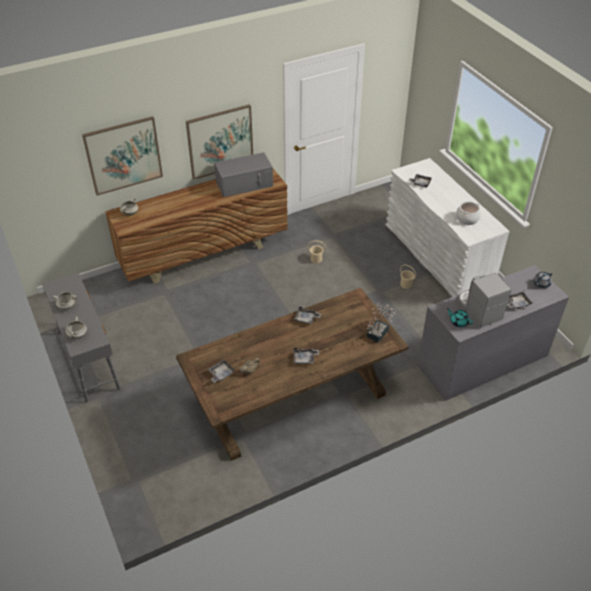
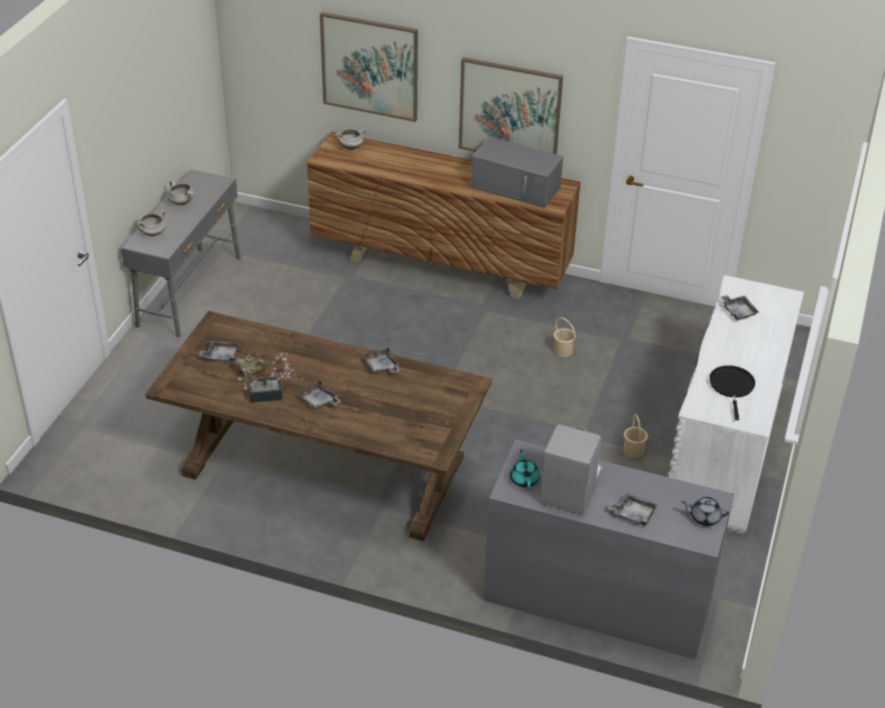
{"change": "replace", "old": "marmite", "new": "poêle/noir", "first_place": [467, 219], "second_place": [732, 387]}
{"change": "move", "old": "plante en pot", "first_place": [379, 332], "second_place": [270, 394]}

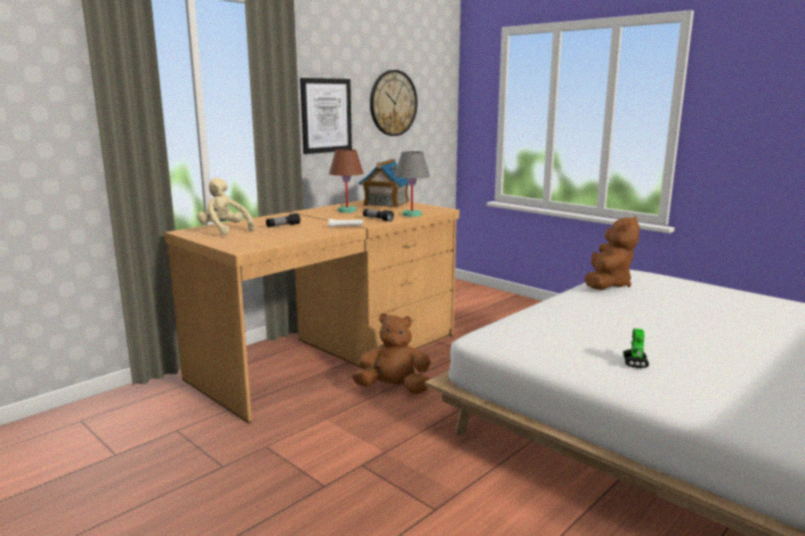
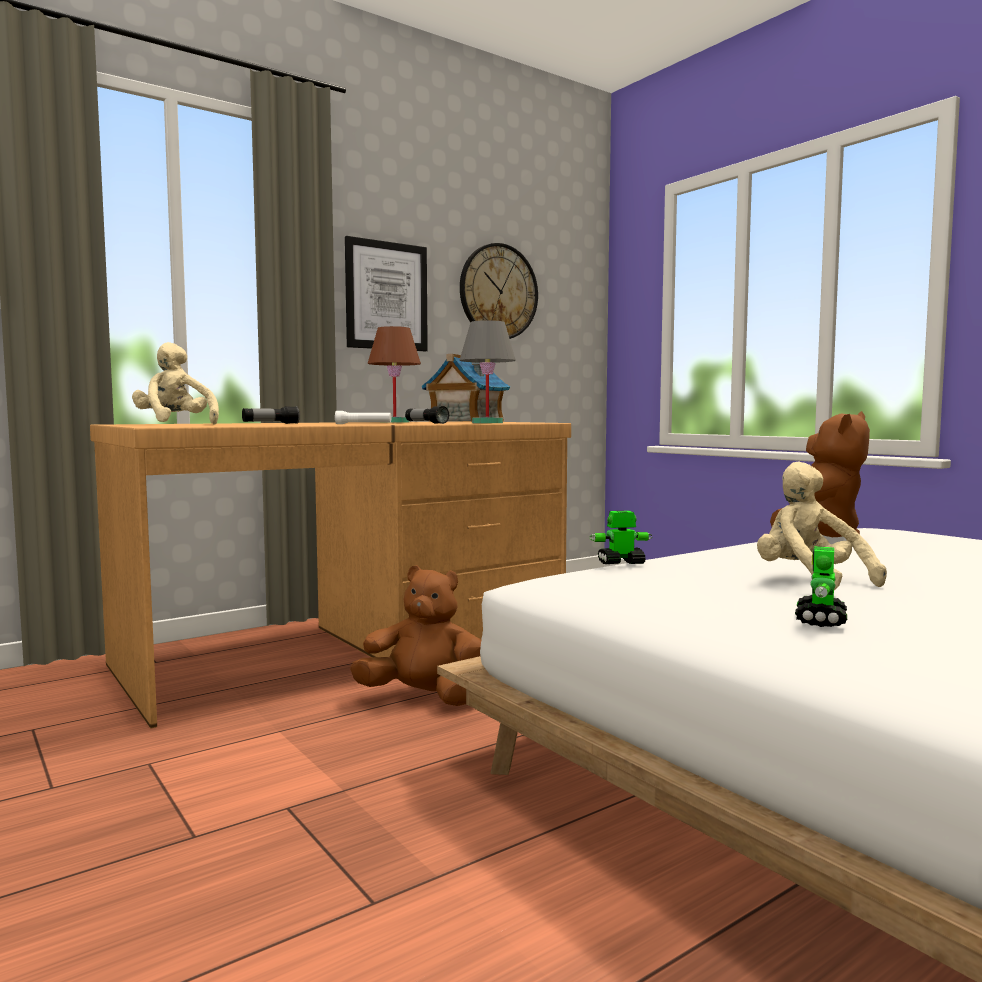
{"change": "insert", "new": "peluche/beige", "second_place": [809, 580]}
{"change": "insert", "new": "robot jouet", "second_place": [620, 563]}

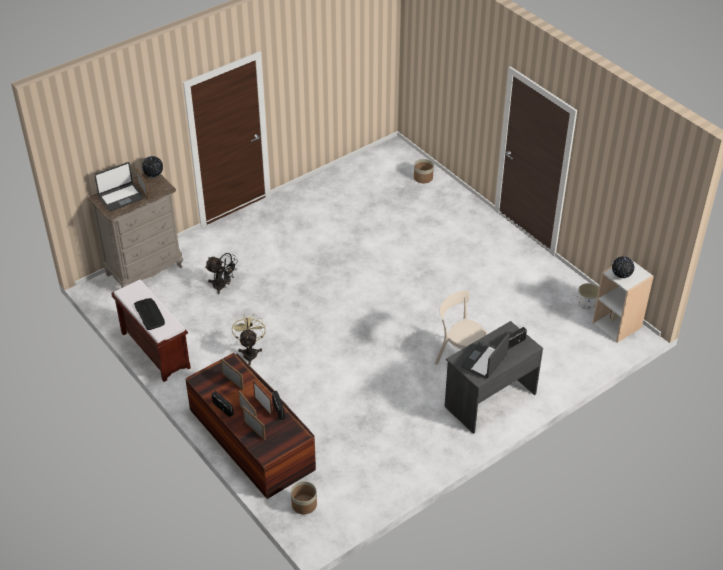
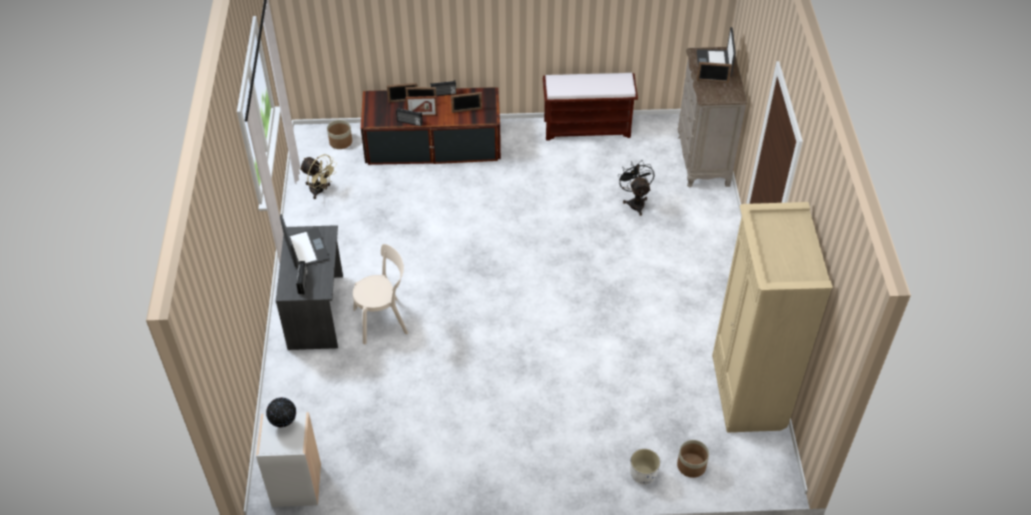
{"change": "delete", "old": "globe", "first_place": [154, 177]}
{"change": "rotate", "old": "ventilateur/noir", "first_place": [222, 286], "second_place": [635, 202], "degrees": 105}
{"change": "move", "old": "cache-pot/blanc", "first_place": [586, 304], "second_place": [643, 474]}
{"change": "delete", "old": "clavier", "first_place": [149, 314]}
{"change": "move", "old": "ventilateur/beige", "first_place": [250, 352], "second_place": [320, 191]}
{"change": "insert", "new": "armoire/beige", "second_place": [747, 392]}

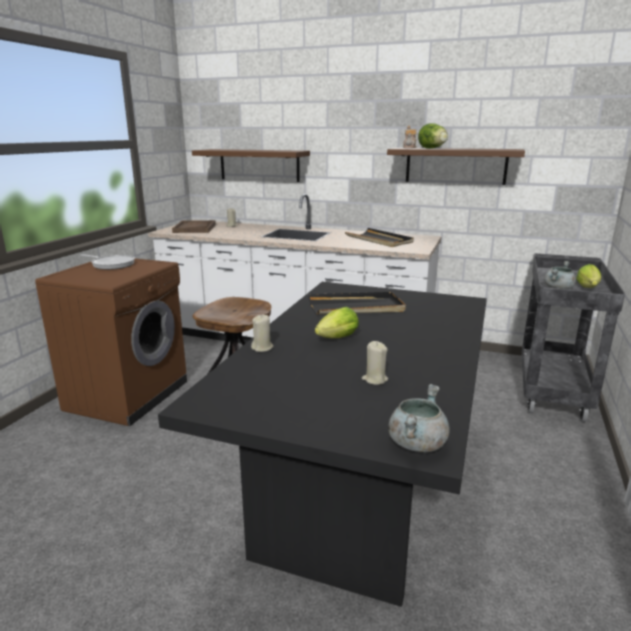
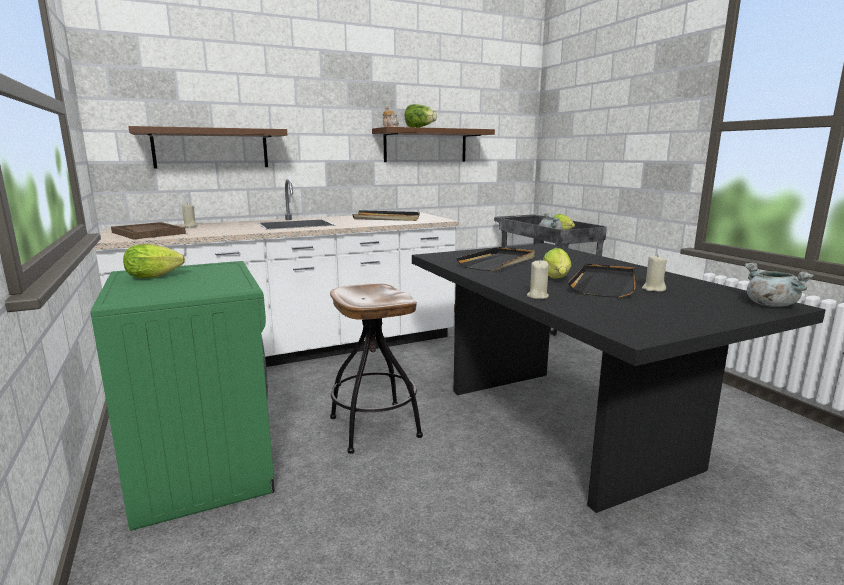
{"change": "replace", "old": "poêle", "new": "laitue", "first_place": [111, 264], "second_place": [157, 276]}
{"change": "recolor", "old": "lave-linge/marron", "new": "lave-linge/vert", "first_place": [130, 396], "second_place": [207, 467]}
{"change": "insert", "new": "plateau/noir", "second_place": [604, 283]}

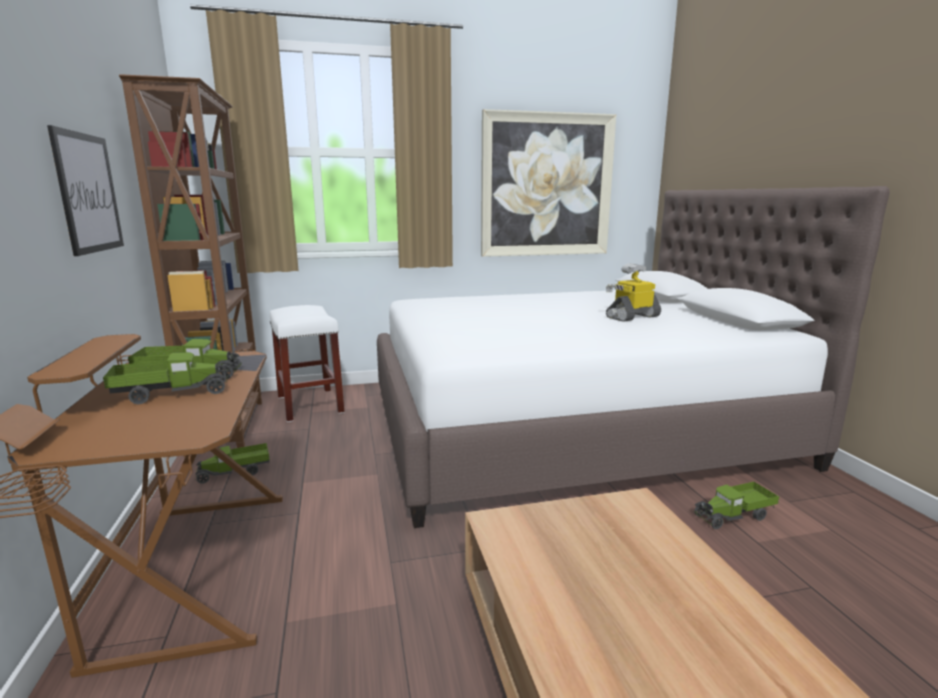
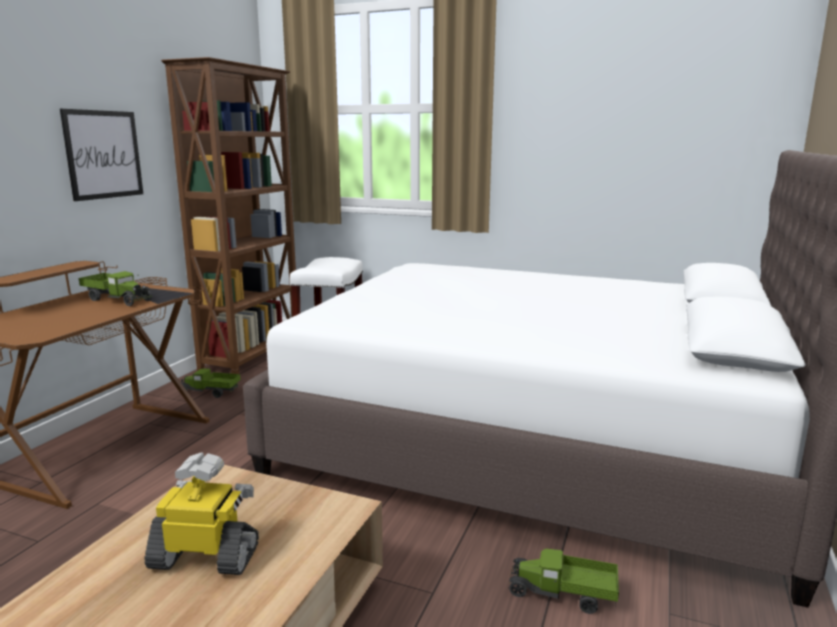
{"change": "delete", "old": "tableau", "first_place": [546, 186]}
{"change": "move", "old": "robot jouet", "first_place": [632, 317], "second_place": [206, 556]}
{"change": "delete", "old": "camion jouet", "first_place": [171, 393]}

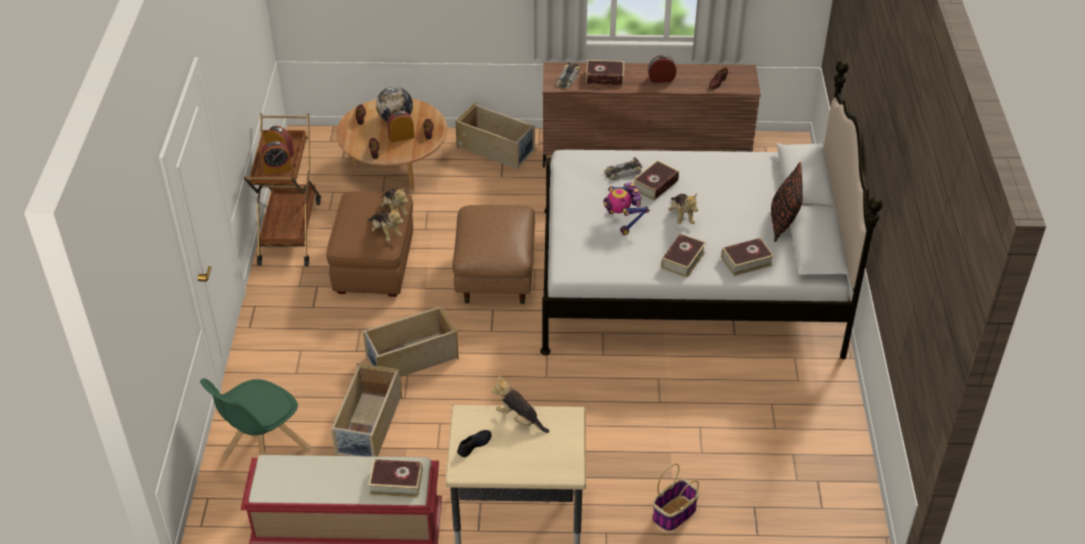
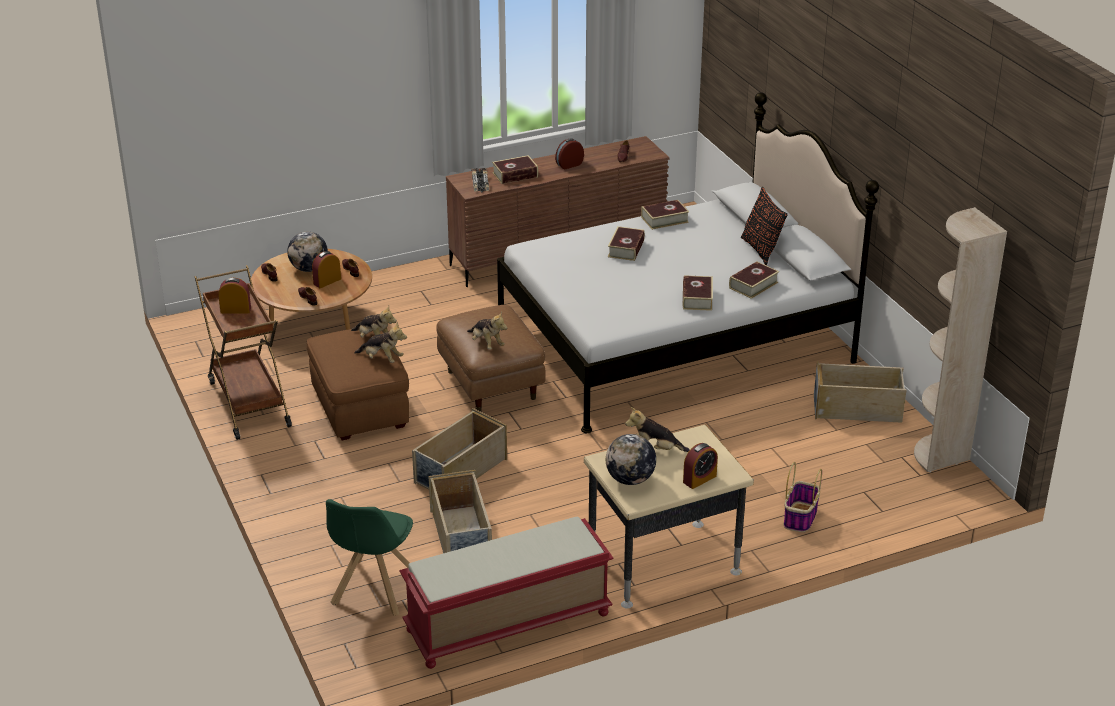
{"change": "move", "old": "boîte de rangement/beige", "first_place": [496, 149], "second_place": [858, 409]}
{"change": "move", "old": "réveil", "first_place": [277, 169], "second_place": [699, 479]}
{"change": "delete", "old": "petite voiture", "first_place": [622, 173]}
{"change": "delete", "old": "robot jouet", "first_place": [623, 221]}
{"change": "move", "old": "peluche", "first_place": [681, 216], "second_place": [486, 343]}
{"change": "replace", "old": "chaussure/noir", "new": "globe", "first_place": [474, 445], "second_place": [630, 479]}
{"change": "move", "old": "livre", "first_place": [396, 482], "second_place": [664, 219]}
{"change": "insert", "new": "bibliothèque/beige", "second_place": [936, 458]}

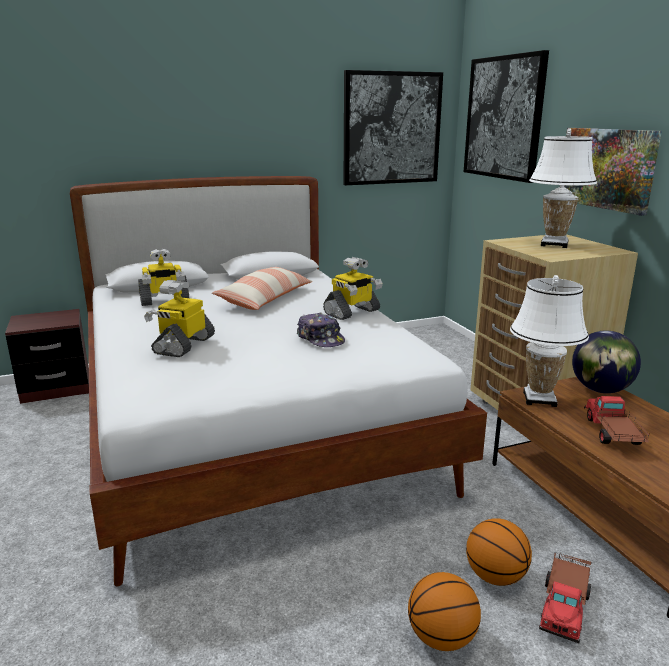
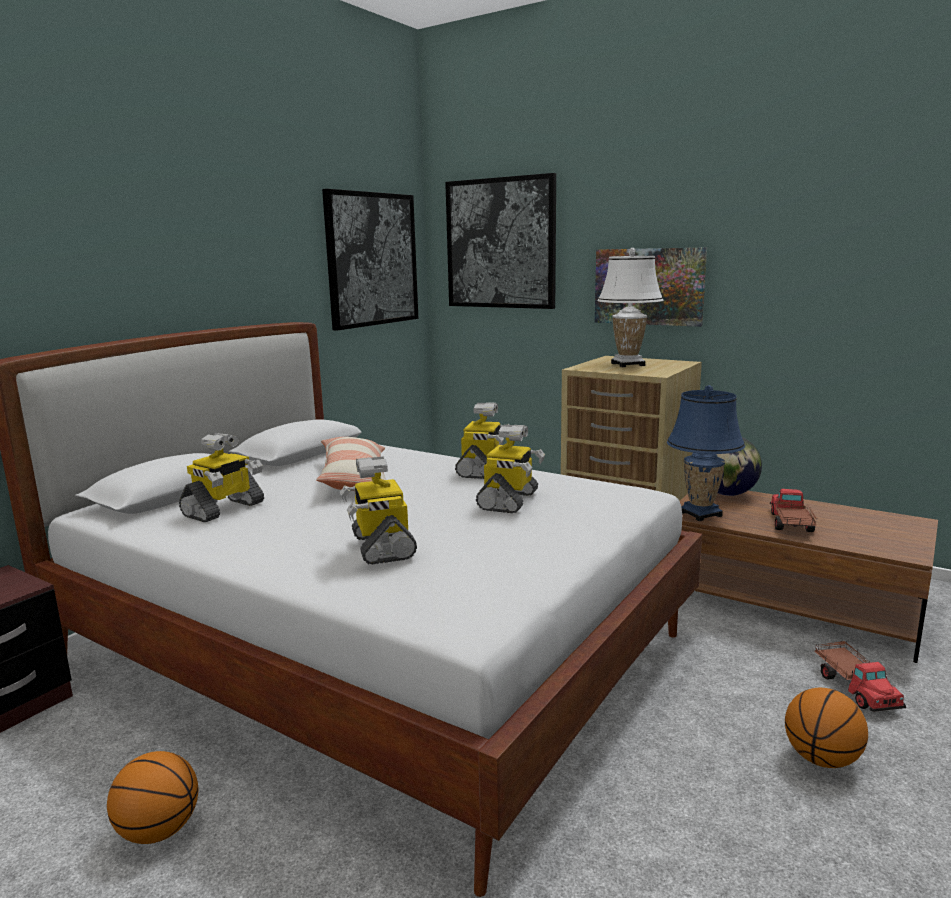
{"change": "recolor", "old": "lampe de table/blanc", "new": "lampe de table/bleu", "first_place": [539, 399], "second_place": [700, 514]}
{"change": "replace", "old": "casquette", "new": "robot jouet", "first_place": [320, 339], "second_place": [509, 501]}
{"change": "rotate", "old": "camion jouet", "first_place": [612, 434], "second_place": [790, 524], "degrees": 45}
{"change": "move", "old": "ballon de basket", "first_place": [495, 576], "second_place": [159, 830]}

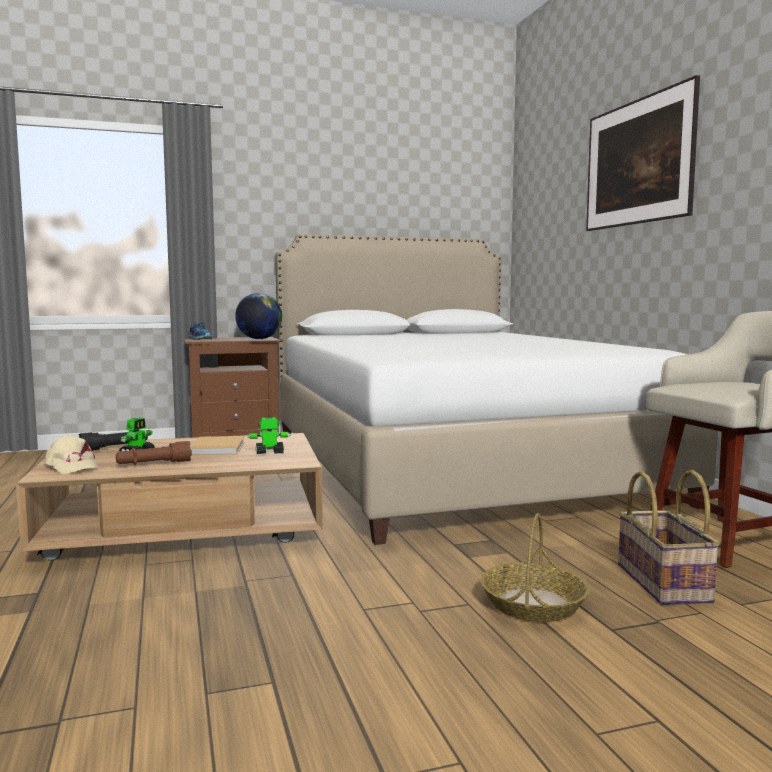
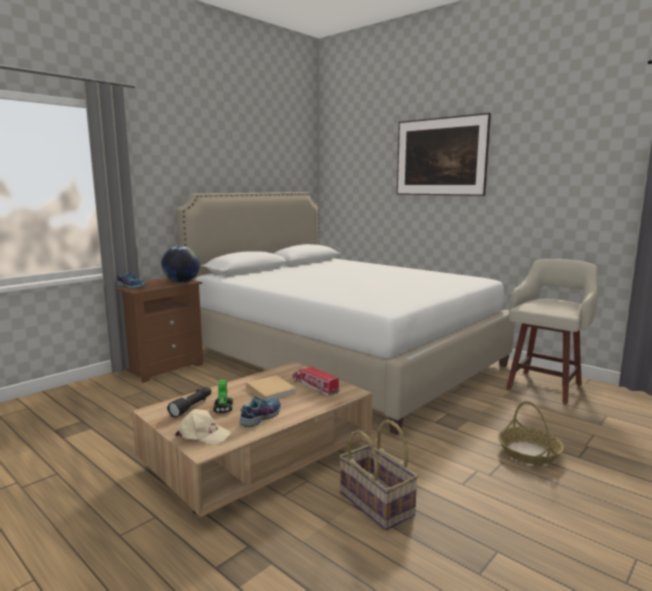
{"change": "replace", "old": "robot jouet", "new": "camion jouet", "first_place": [269, 452], "second_place": [314, 386]}
{"change": "replace", "old": "lampe de poche/marron", "new": "chaussure", "first_place": [154, 464], "second_place": [260, 416]}
{"change": "move", "old": "panier", "first_place": [665, 583], "second_place": [377, 503]}

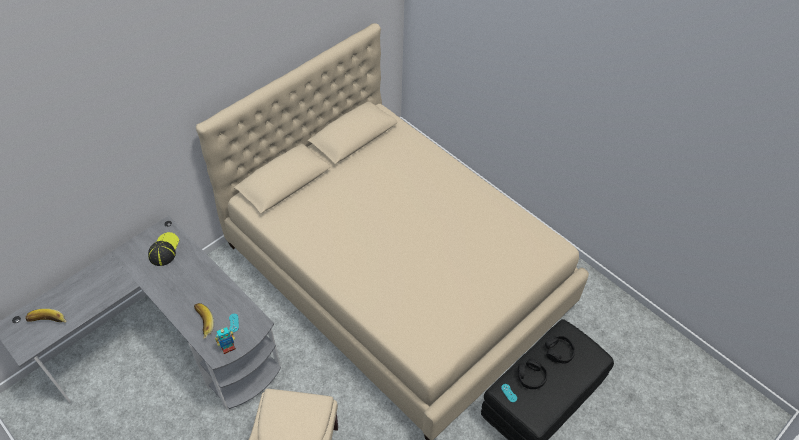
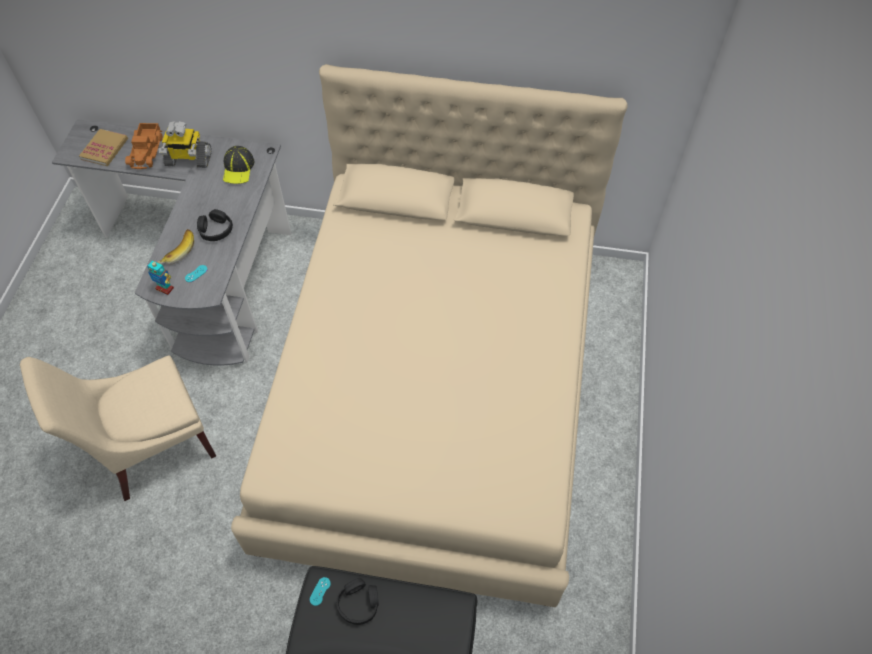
{"change": "rotate", "old": "casquette", "first_place": [164, 250], "second_place": [238, 168], "degrees": 120}
{"change": "replace", "old": "banane", "new": "livre", "first_place": [48, 322], "second_place": [104, 149]}
{"change": "move", "old": "casque audio/noir", "first_place": [559, 352], "second_place": [216, 230]}
{"change": "insert", "new": "robot jouet", "second_place": [188, 159]}
{"change": "insert", "new": "camion jouet", "second_place": [147, 151]}

